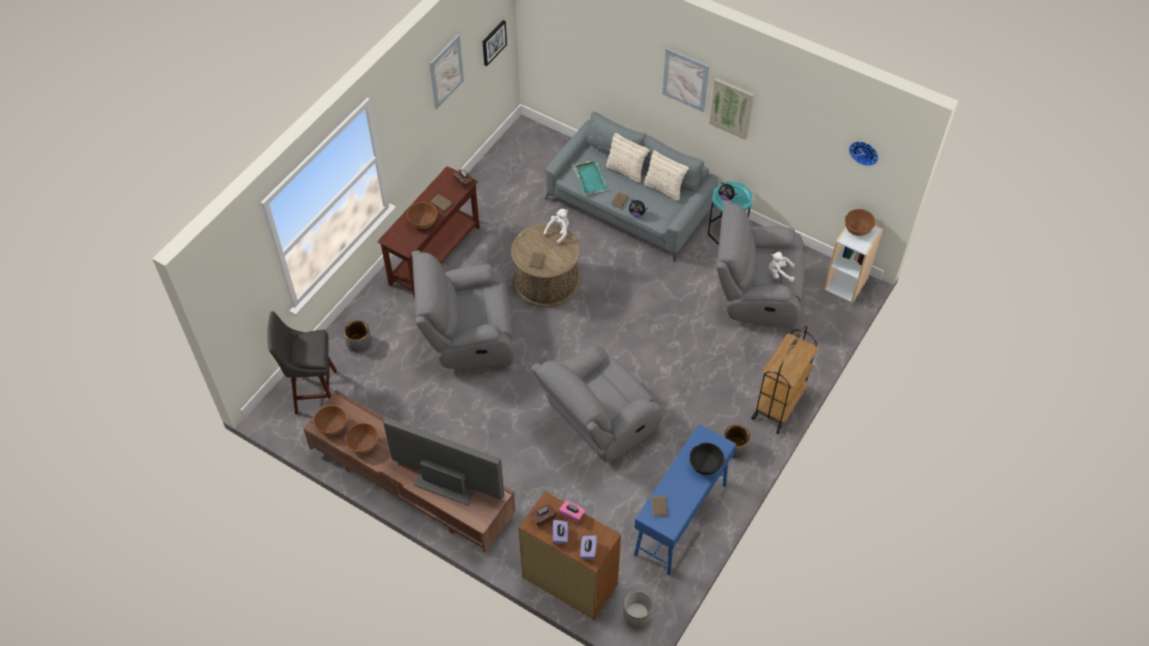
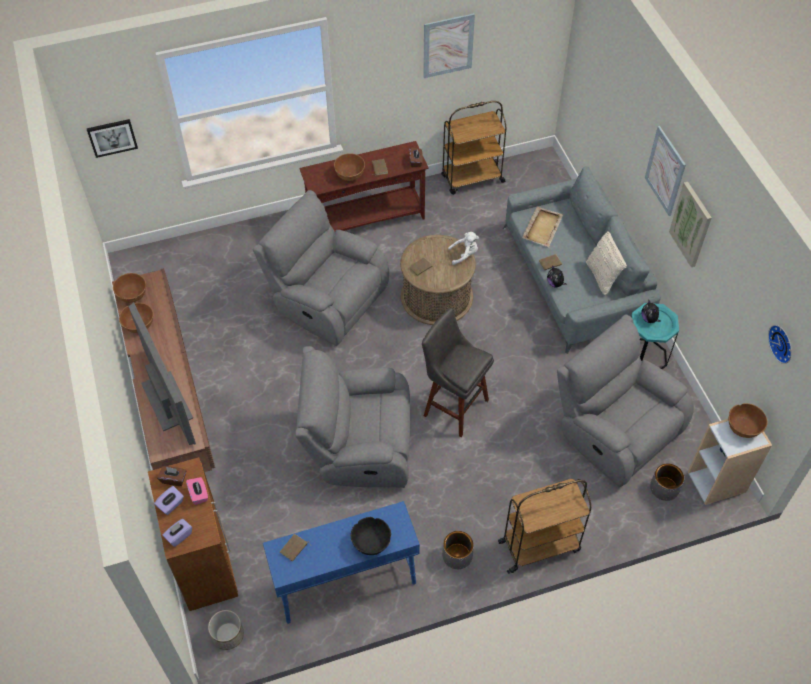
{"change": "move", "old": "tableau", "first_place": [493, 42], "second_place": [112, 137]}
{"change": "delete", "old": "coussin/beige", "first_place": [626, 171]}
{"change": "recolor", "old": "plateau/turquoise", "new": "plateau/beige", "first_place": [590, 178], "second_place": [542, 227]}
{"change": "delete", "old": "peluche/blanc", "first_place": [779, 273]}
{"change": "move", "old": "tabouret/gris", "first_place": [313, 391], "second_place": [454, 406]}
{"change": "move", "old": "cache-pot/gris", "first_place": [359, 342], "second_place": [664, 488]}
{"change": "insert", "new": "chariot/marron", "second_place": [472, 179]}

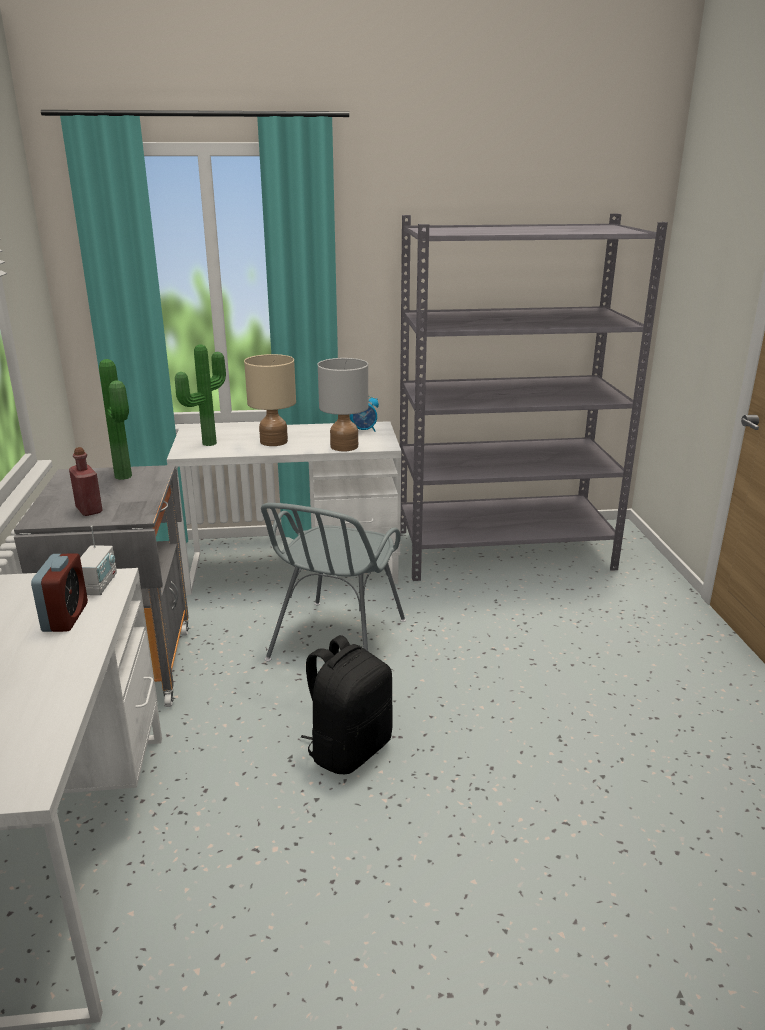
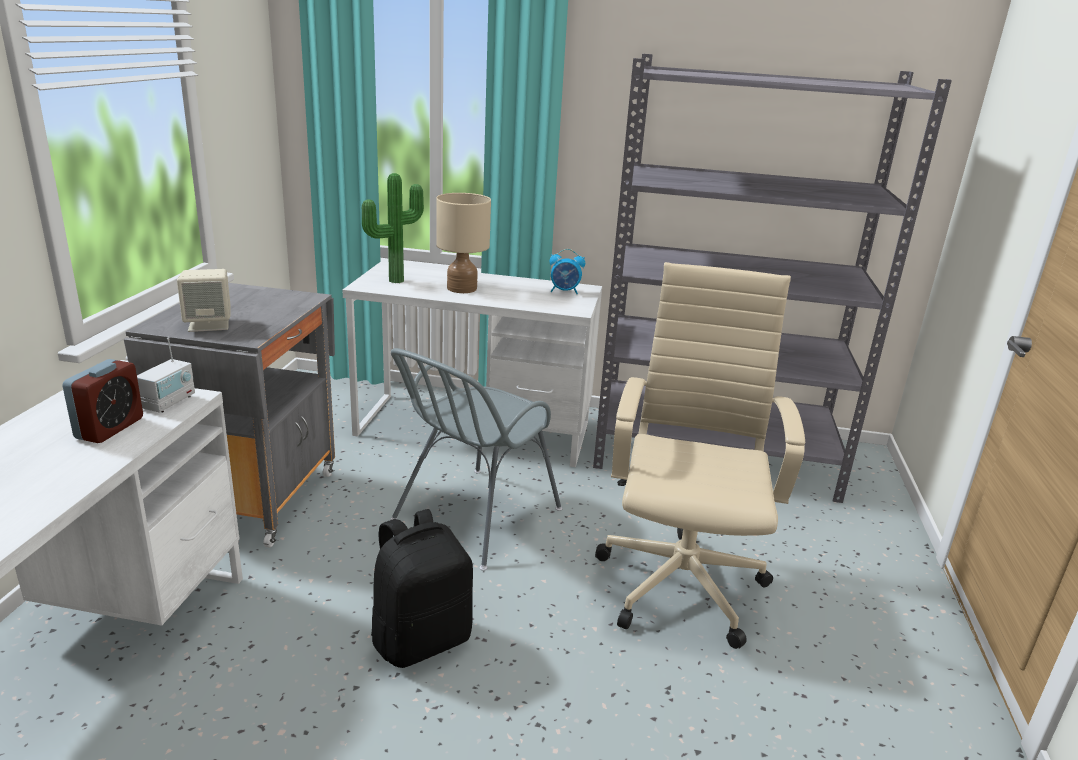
{"change": "delete", "old": "lampe de table/gris", "first_place": [345, 447]}
{"change": "delete", "old": "plante en pot", "first_place": [126, 476]}
{"change": "replace", "old": "bouteille/rouge", "new": "enceinte/beige", "first_place": [89, 510], "second_place": [209, 324]}
{"change": "insert", "new": "chaise de bureau/beige", "second_place": [681, 581]}

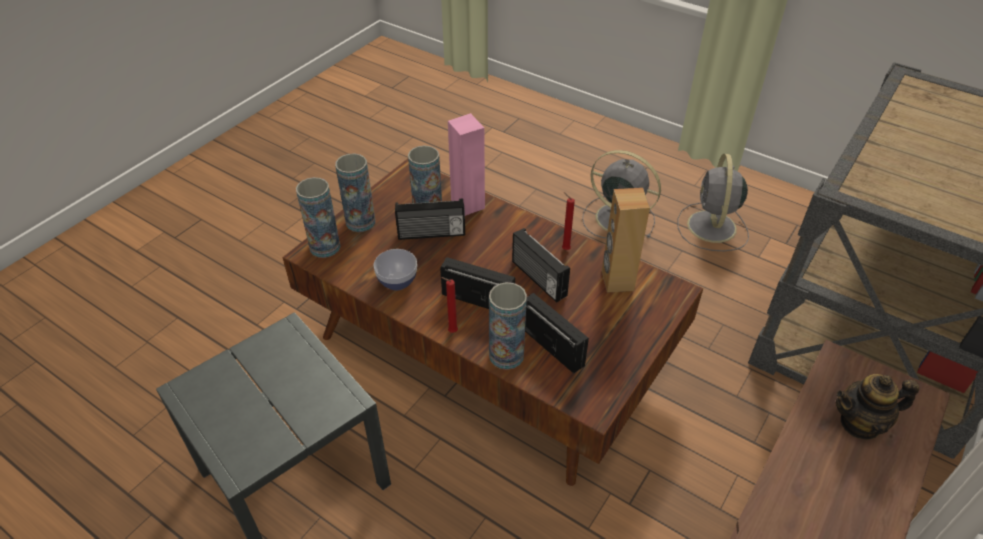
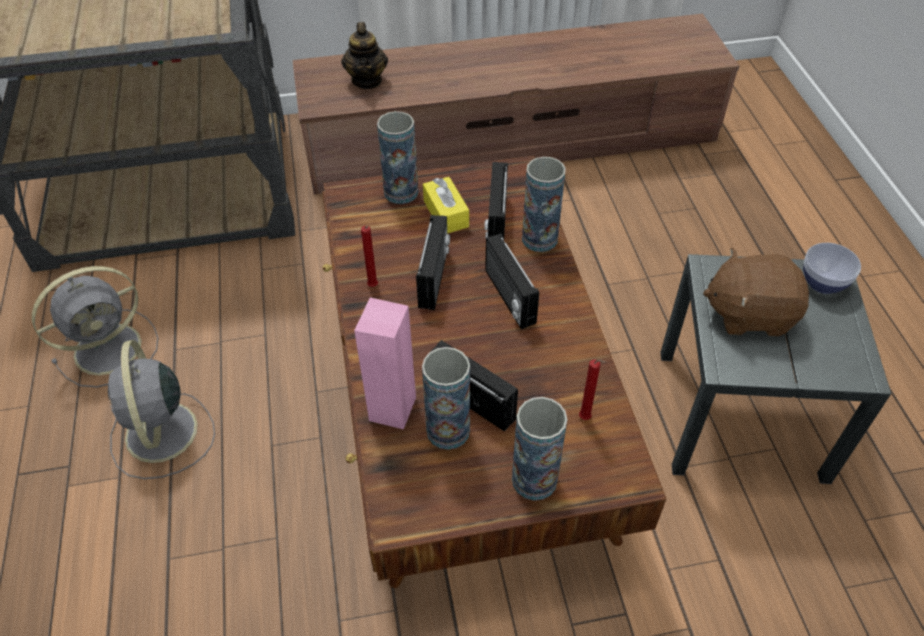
{"change": "move", "old": "vase", "first_place": [325, 247], "second_place": [401, 192]}
{"change": "delete", "old": "enceinte/marron", "first_place": [617, 281]}
{"change": "move", "old": "bol", "first_place": [397, 281], "second_place": [823, 282]}
{"change": "move", "old": "bougie/rouge", "first_place": [451, 331], "second_place": [586, 418]}
{"change": "rotate", "old": "théière", "first_place": [860, 423], "second_place": [367, 80], "degrees": 45}
{"change": "insert", "new": "boîte à mouchoirs/jaune", "second_place": [446, 214]}
{"change": "insert", "new": "peluche/marron", "second_place": [749, 313]}

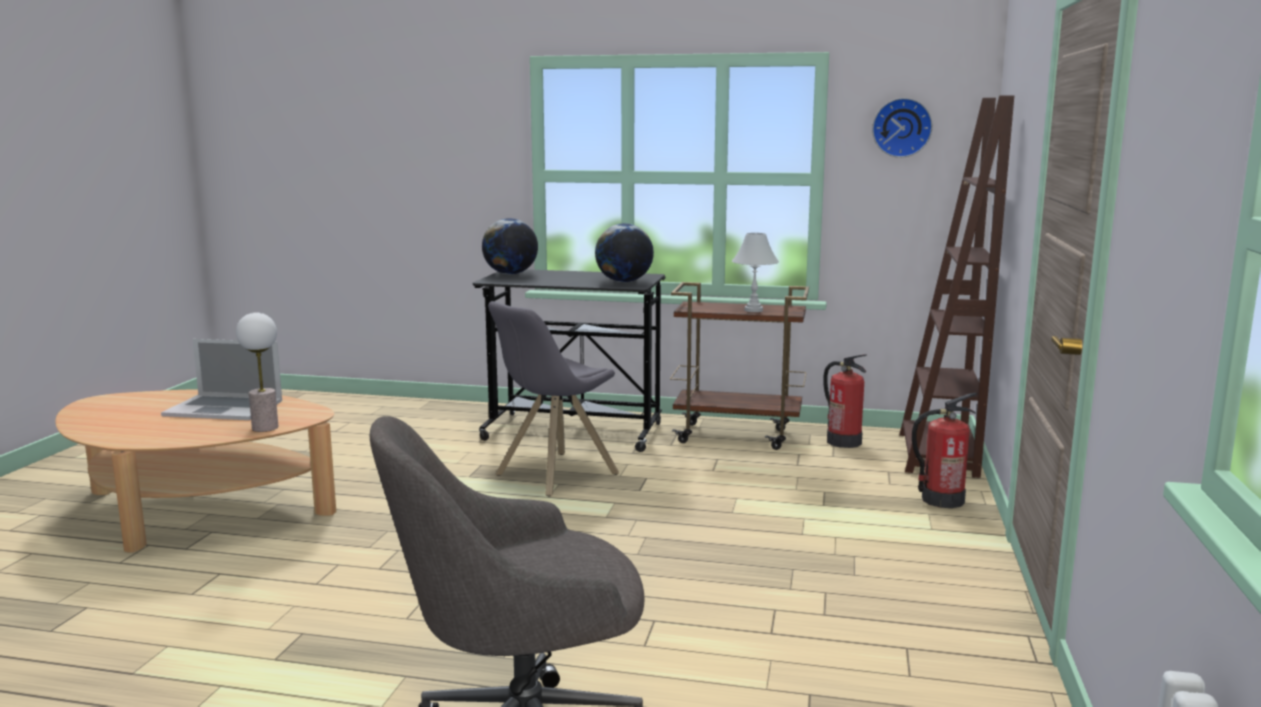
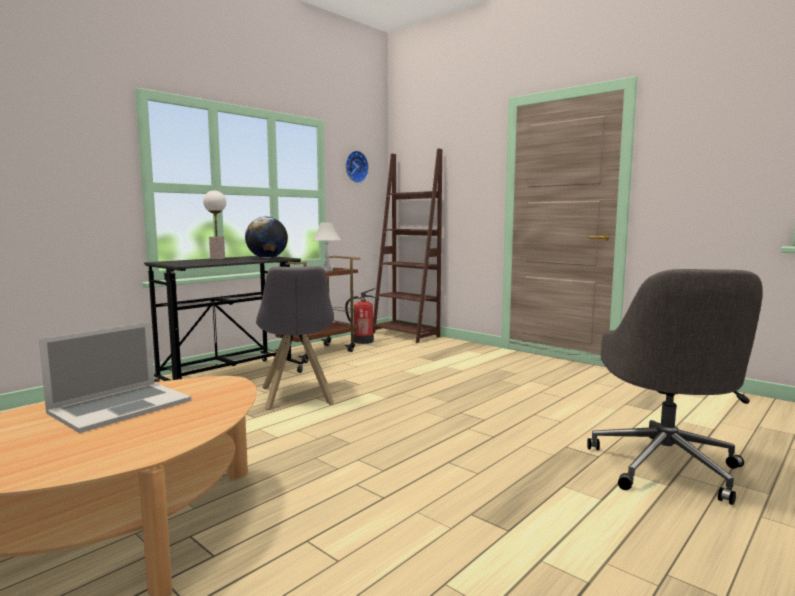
{"change": "delete", "old": "globe", "first_place": [510, 274]}
{"change": "move", "old": "lampe de table", "first_place": [265, 428], "second_place": [217, 258]}
{"change": "delete", "old": "extincteur", "first_place": [941, 500]}

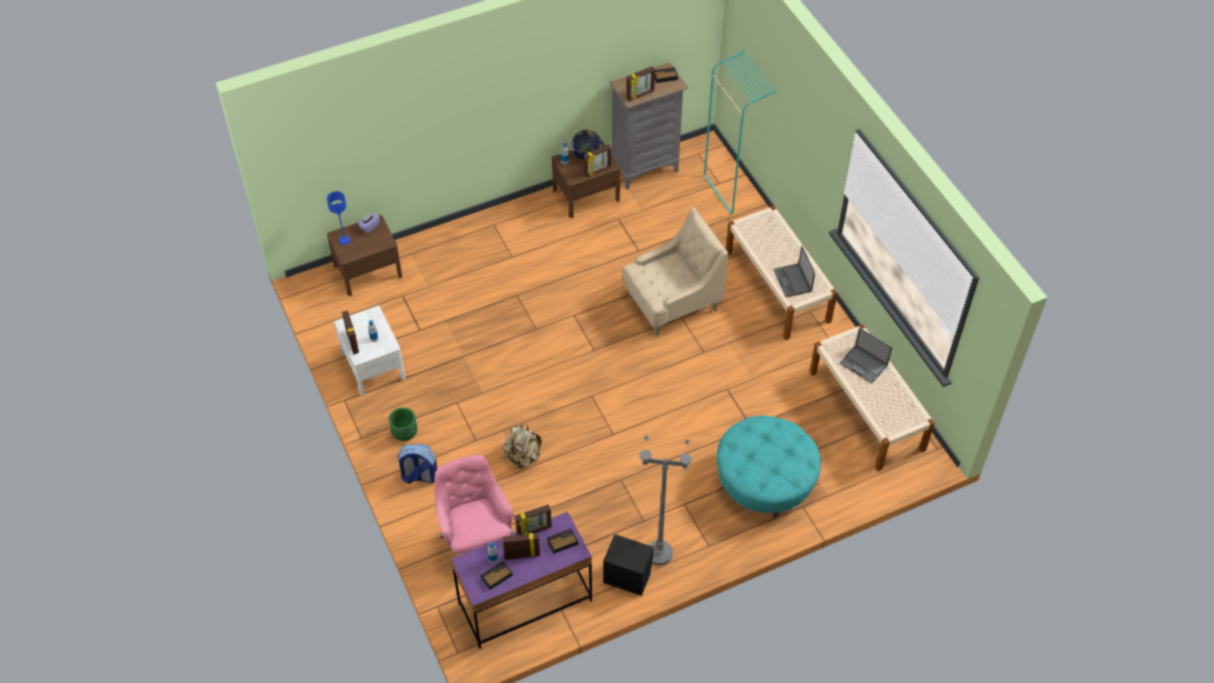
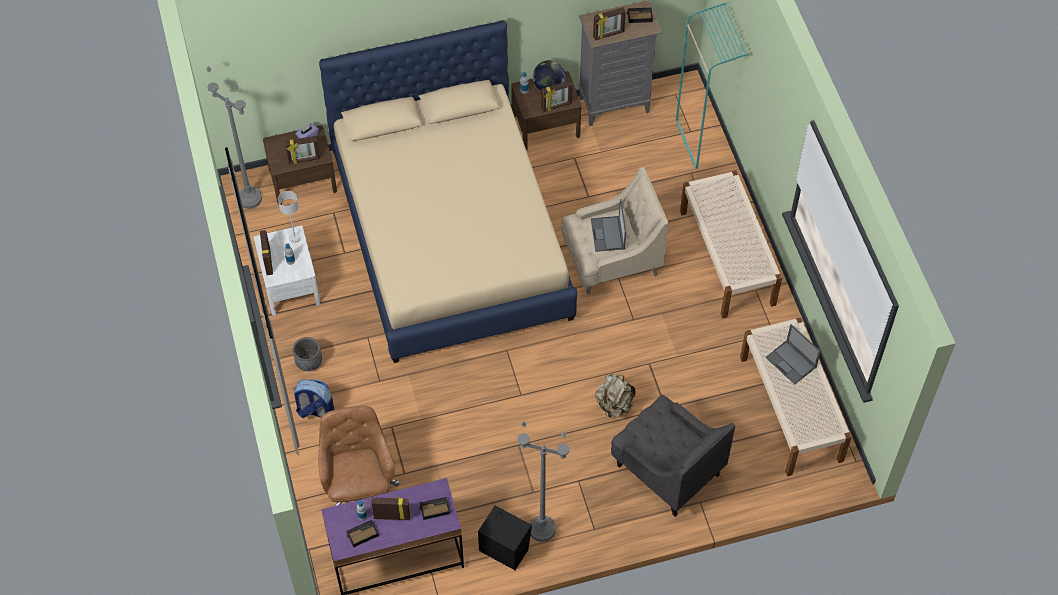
{"change": "delete", "old": "lampe de table/bleu", "first_place": [344, 240]}
{"change": "move", "old": "ordinateur portable", "first_place": [793, 281], "second_place": [608, 234]}
{"change": "recolor", "old": "cache-pot/vert", "new": "cache-pot/gris", "first_place": [404, 433], "second_place": [309, 363]}
{"change": "replace", "old": "pouf/turquoise", "new": "fauteuil/gris", "first_place": [764, 481], "second_place": [666, 469]}
{"change": "move", "old": "sac à dos/beige", "first_place": [523, 456], "second_place": [614, 405]}
{"change": "recolor", "old": "chaise de bureau/rose", "new": "chaise de bureau/marron", "first_place": [477, 543], "second_place": [360, 490]}
{"change": "move", "old": "cadre photo", "first_place": [534, 531], "second_place": [304, 160]}
{"change": "insert", "new": "lit/beige", "second_place": [451, 235]}
{"change": "insert", "new": "lampadaire/gris", "second_place": [249, 199]}
{"change": "insert", "new": "lampe de table/gris", "second_place": [294, 238]}

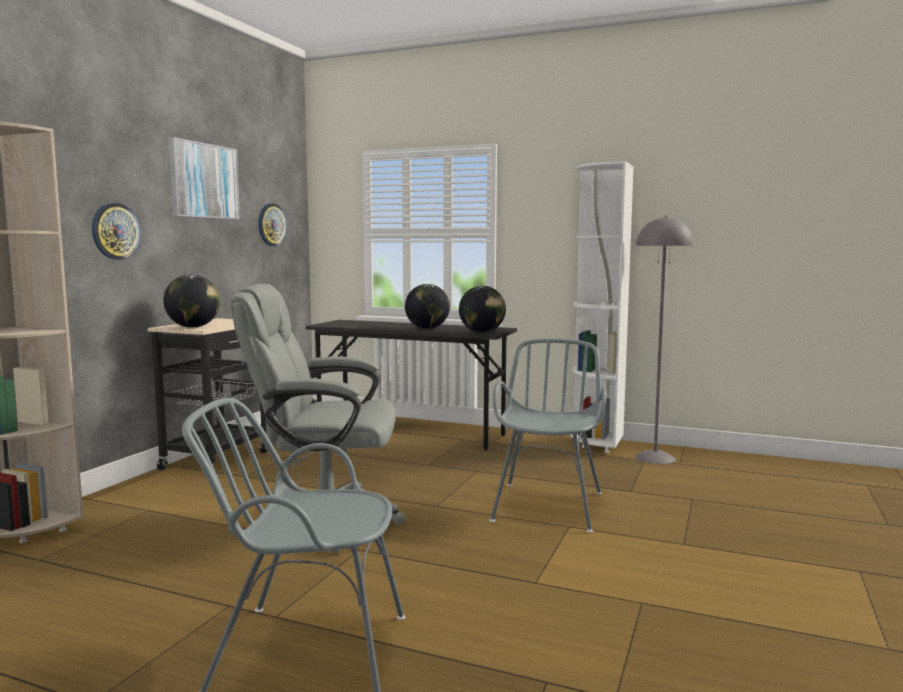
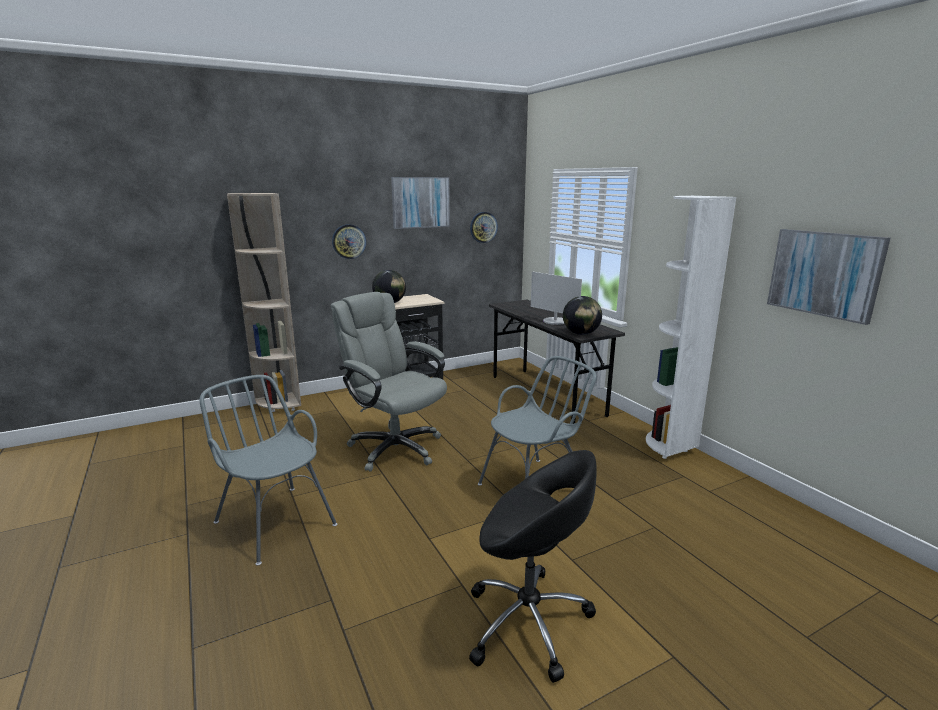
{"change": "delete", "old": "lampadaire/gris", "first_place": [655, 458]}
{"change": "replace", "old": "globe", "new": "écran d'ordinateur", "first_place": [427, 328], "second_place": [555, 321]}
{"change": "insert", "new": "tableau", "second_place": [824, 273]}
{"change": "insert", "new": "chaise de bureau/noir", "second_place": [530, 622]}

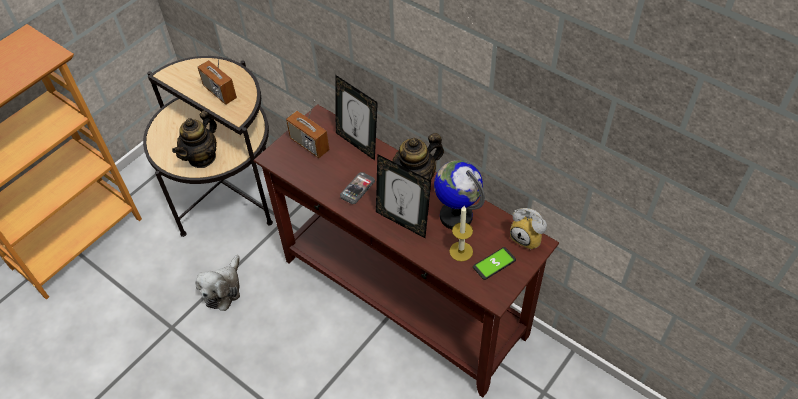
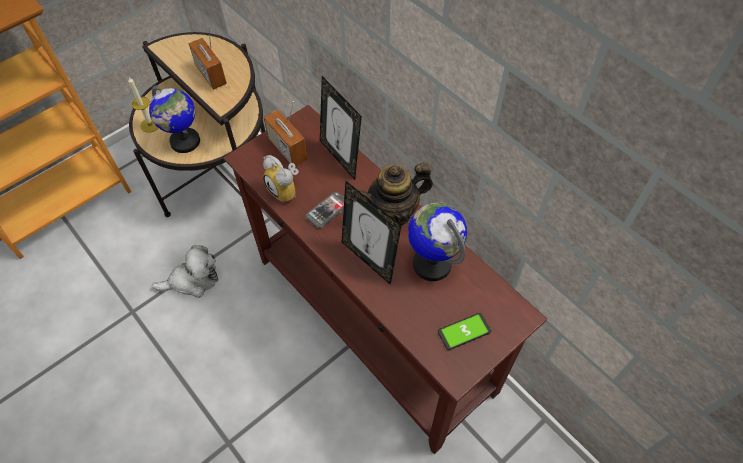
{"change": "replace", "old": "théière", "new": "globe", "first_place": [202, 157], "second_place": [185, 142]}
{"change": "move", "old": "bougie", "first_place": [461, 251], "second_place": [150, 125]}
{"change": "move", "old": "réveil", "first_place": [528, 238], "second_place": [287, 190]}
{"change": "rotate", "old": "peluche", "first_place": [223, 289], "second_place": [193, 280], "degrees": -135}

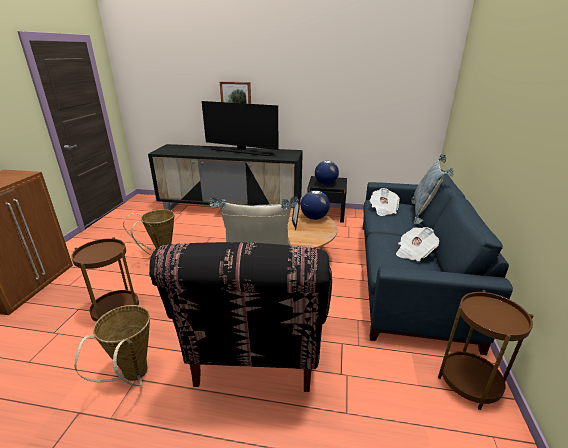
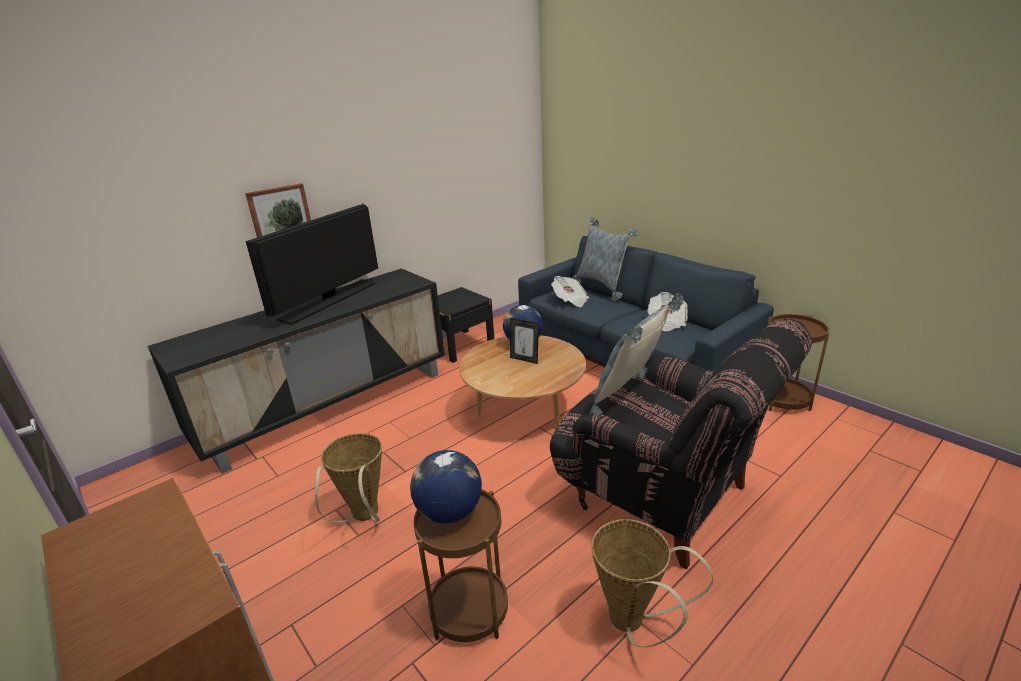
{"change": "rotate", "old": "téléviseur", "first_place": [242, 152], "second_place": [330, 301], "degrees": 150}
{"change": "move", "old": "globe", "first_place": [325, 184], "second_place": [449, 512]}

